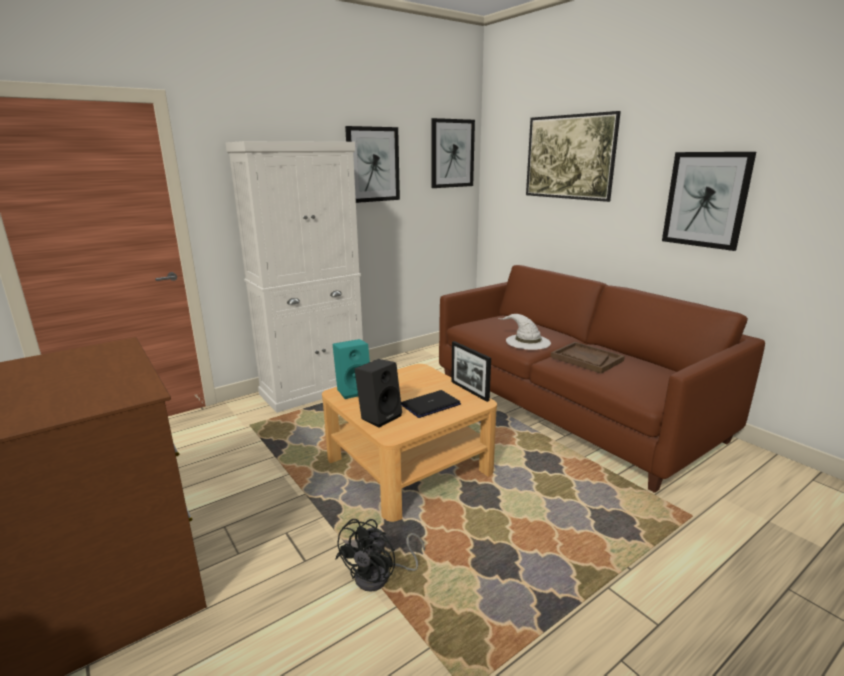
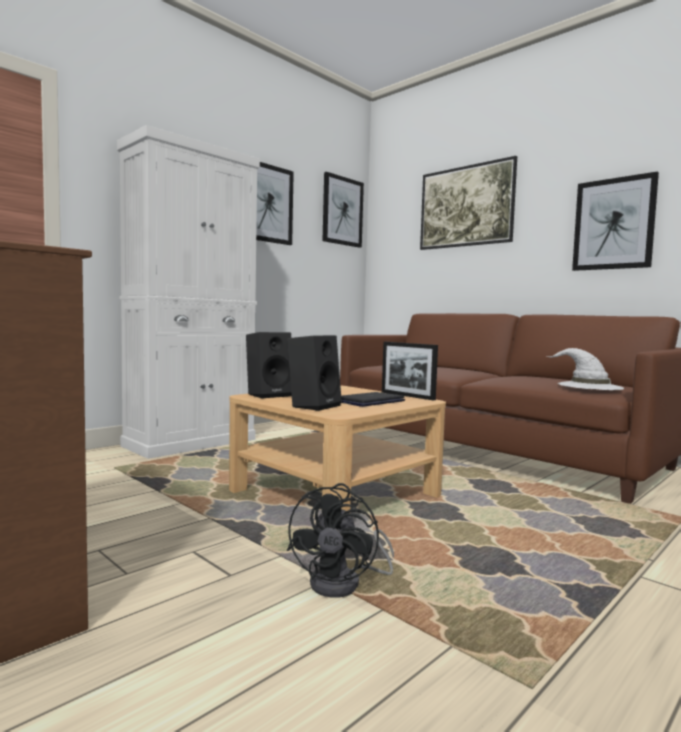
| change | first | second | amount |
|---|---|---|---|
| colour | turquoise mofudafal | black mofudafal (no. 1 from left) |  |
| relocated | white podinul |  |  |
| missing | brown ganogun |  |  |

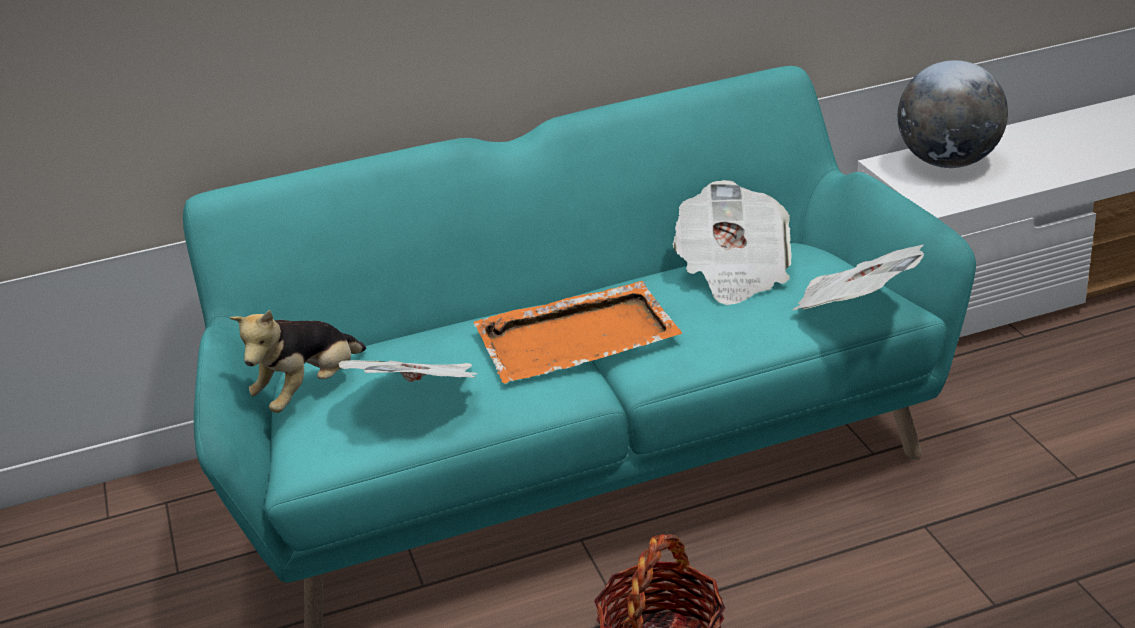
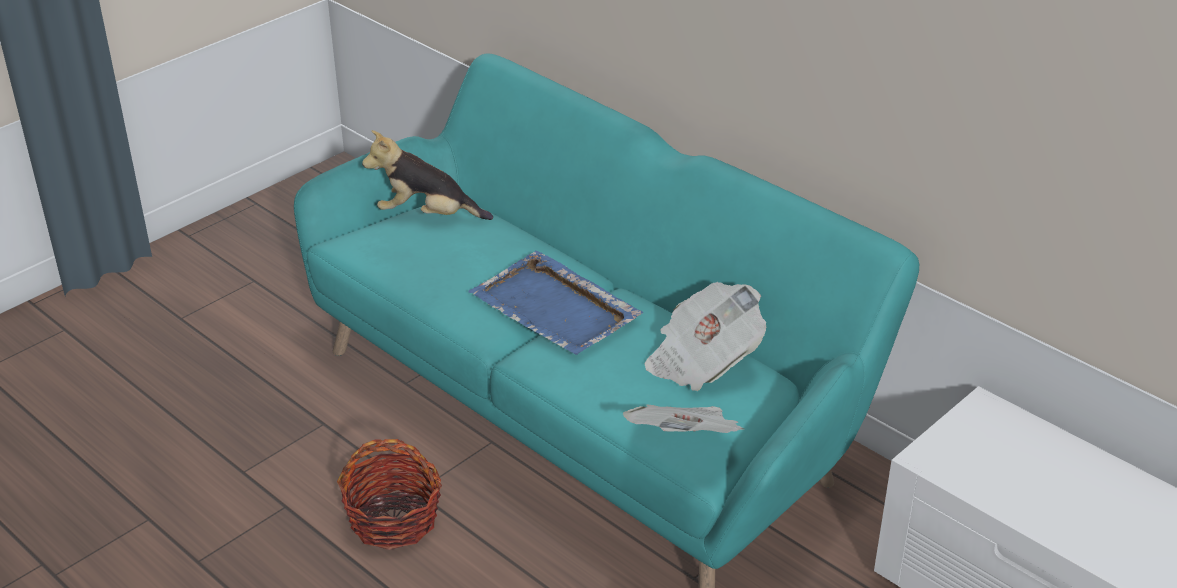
| change | first | second | amount |
|---|---|---|---|
| missing | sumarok (no. 1 from left) |  |  |
| colour | orange ganogun | blue ganogun |  |
| missing | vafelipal |  |  |

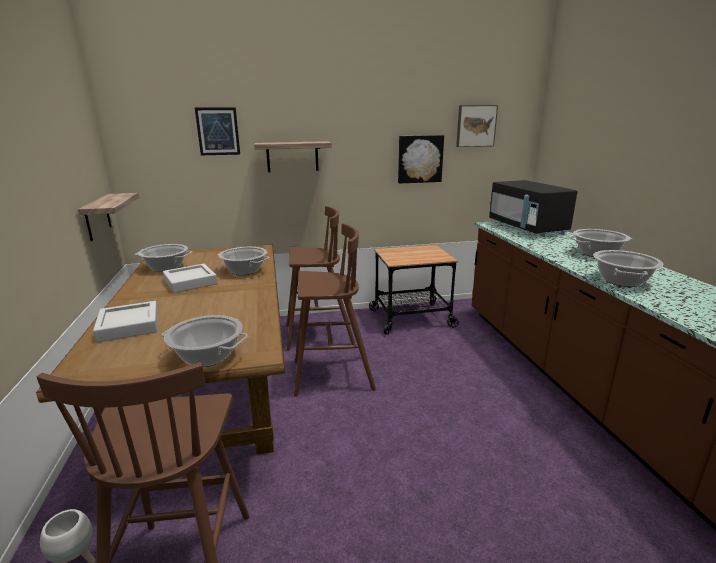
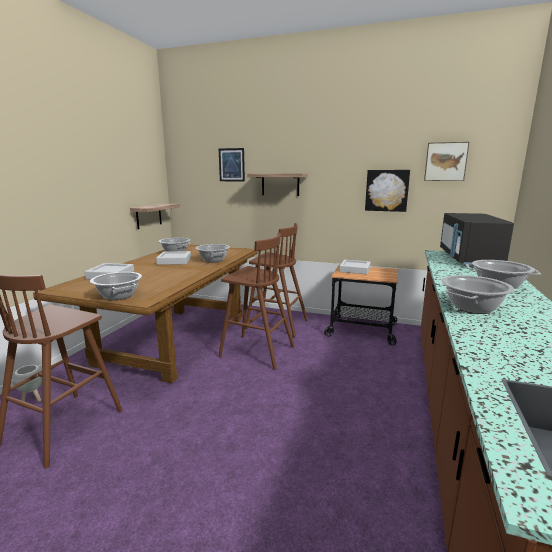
| change | first | second | amount |
|---|---|---|---|
| appeared |  | grey ganogun (no. 3 from left) |  |

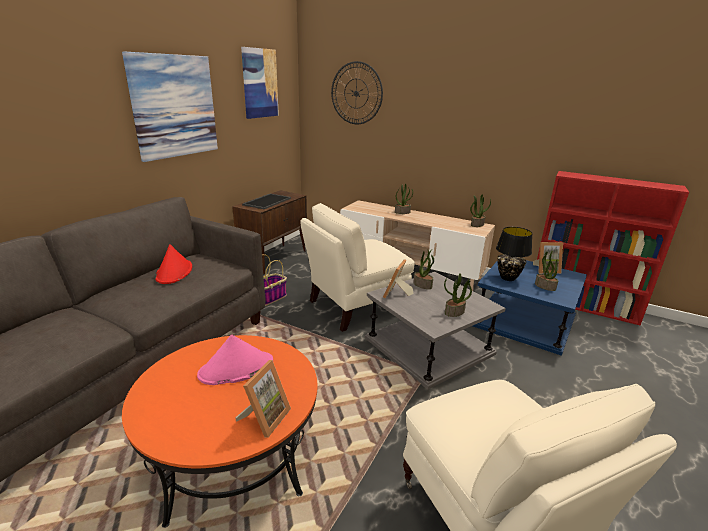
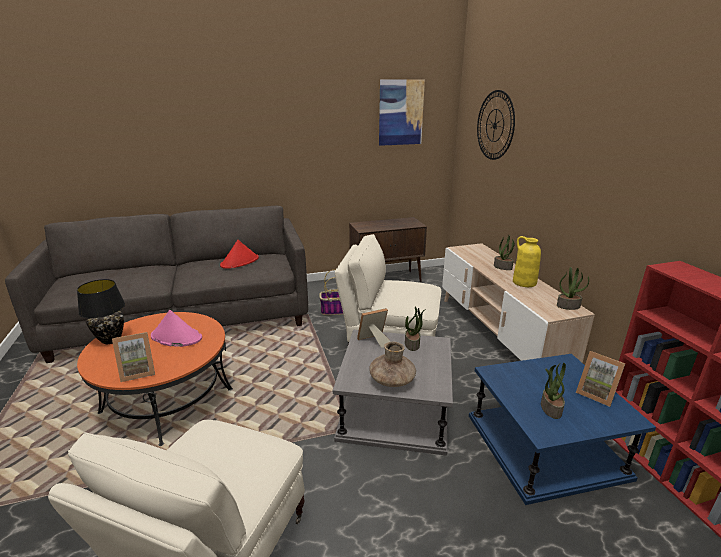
| change | first | second | amount |
|---|---|---|---|
| missing | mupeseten (no. 1 from left) |  |  |
| missing | ganogun |  |  |
| exchanged | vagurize (no. 3 from left) | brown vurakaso |  |
| relocated | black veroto |  |  |
| appeared |  | yellow vurakaso |  |

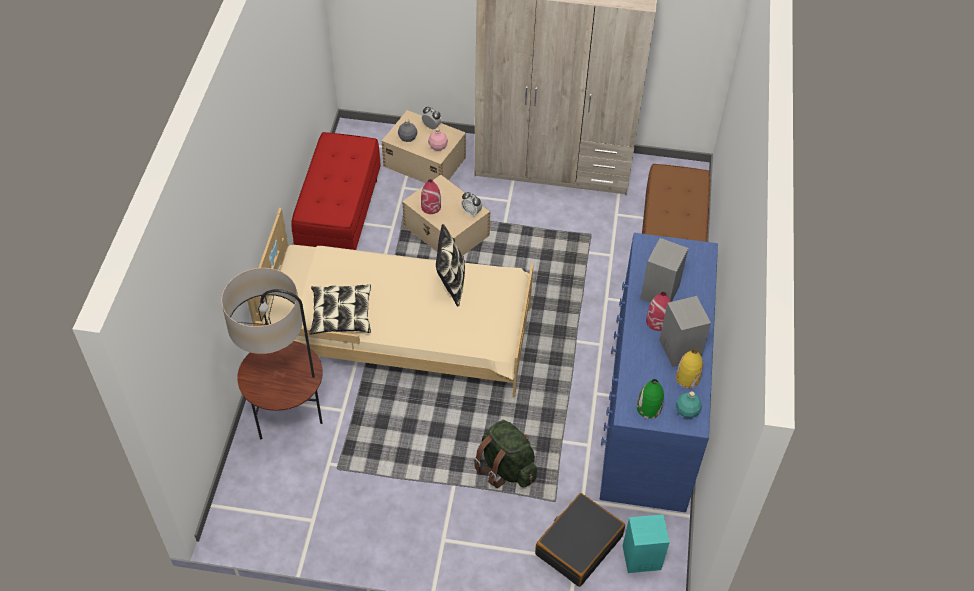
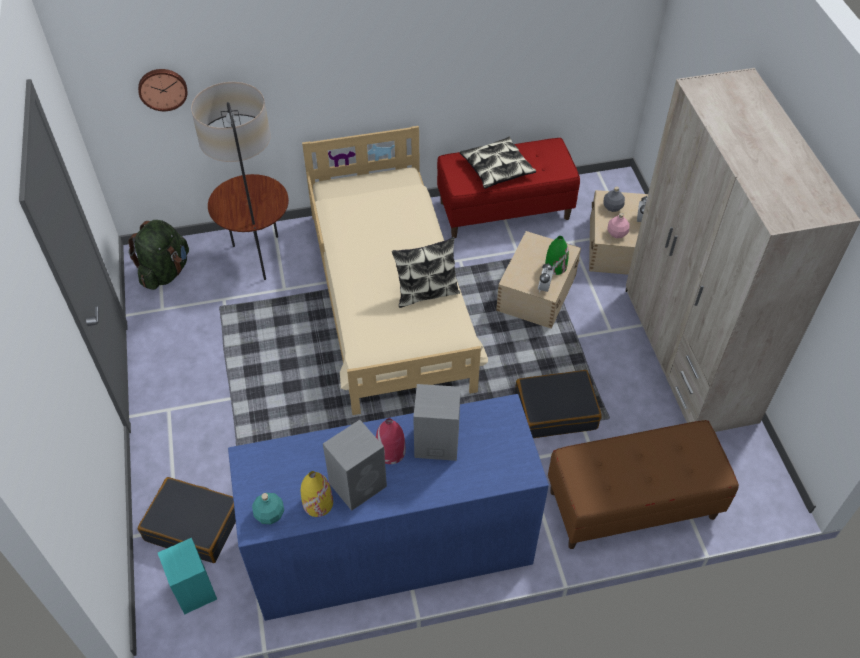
| change | first | second | amount |
|---|---|---|---|
| relocated | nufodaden (no. 1 from left in the first image) | nufodaden (no. 2 from left) |  |
| missing | red vurakaso (no. 1 from left) |  |  |
| relocated | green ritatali |  |  |
| relocated | green vurakaso |  |  |
| appeared |  | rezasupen |  |
| appeared |  | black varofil (no. 2 from left) |  |

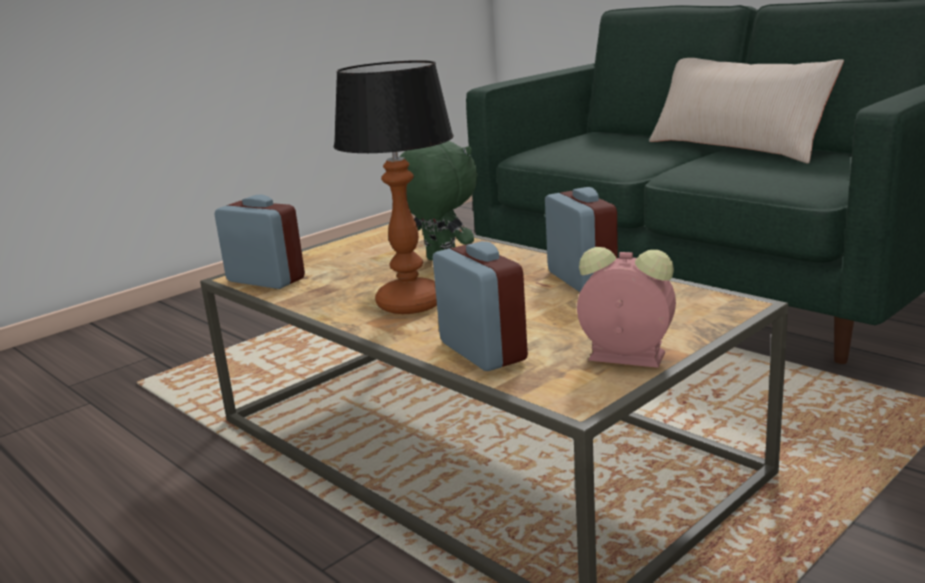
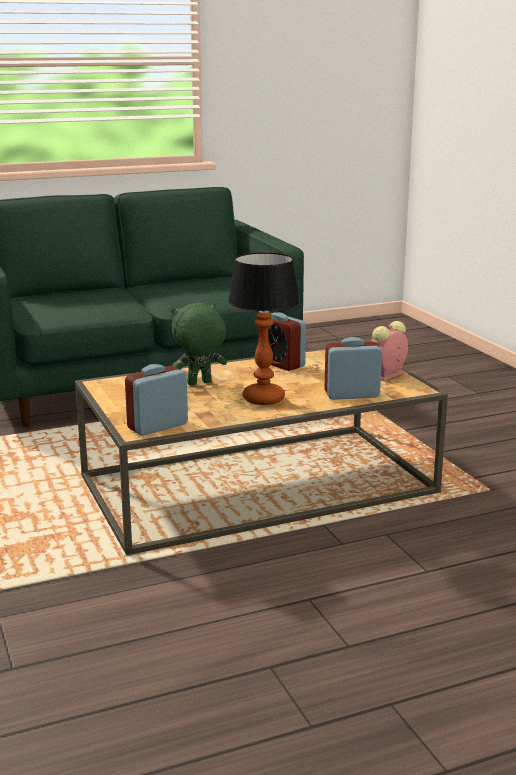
| change | first | second | amount |
|---|---|---|---|
| spun | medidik (no. 3 from left in the first image) | medidik (no. 2 from left) | 135 degrees counterclockwise |
| missing | beige nufodaden |  |  |

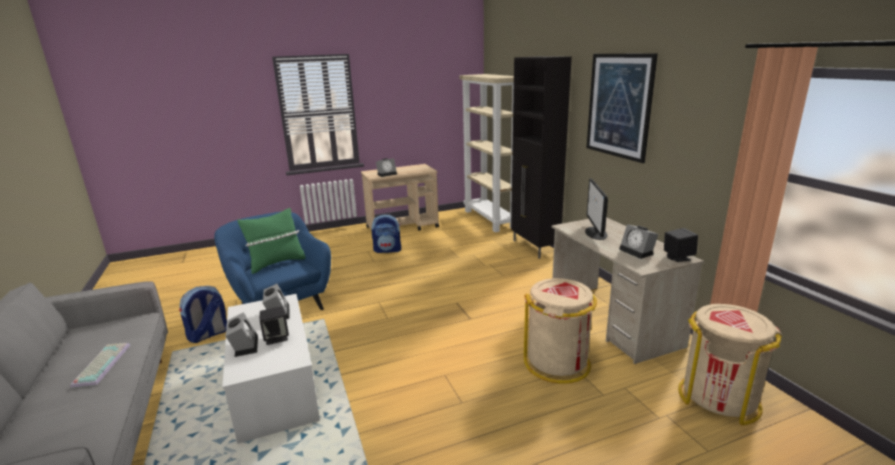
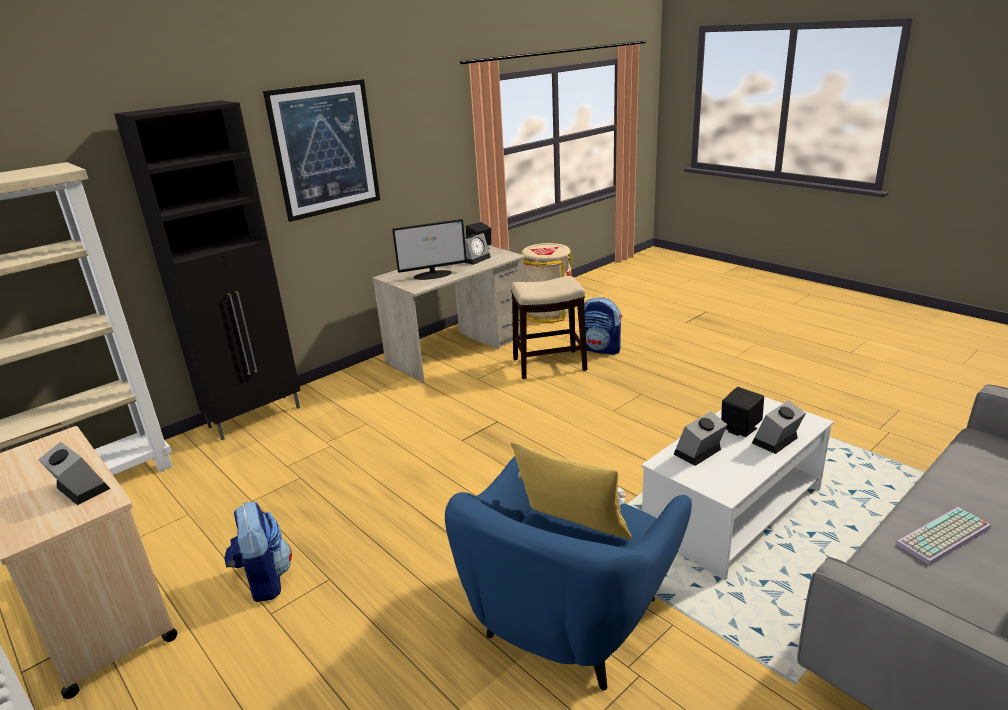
| change | first | second | amount |
|---|---|---|---|
| relocated | ritatali (no. 1 from left in the first image) | ritatali (no. 2 from left) |  |
| colour | green nufodaden | yellow nufodaden |  |
| exchanged | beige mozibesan (no. 1 from left) | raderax |  |

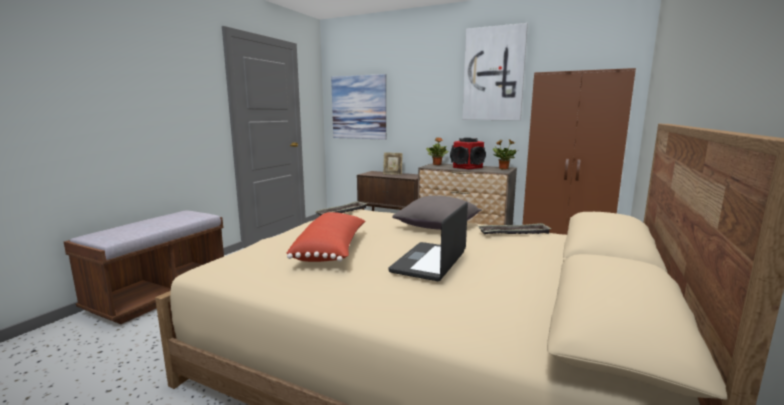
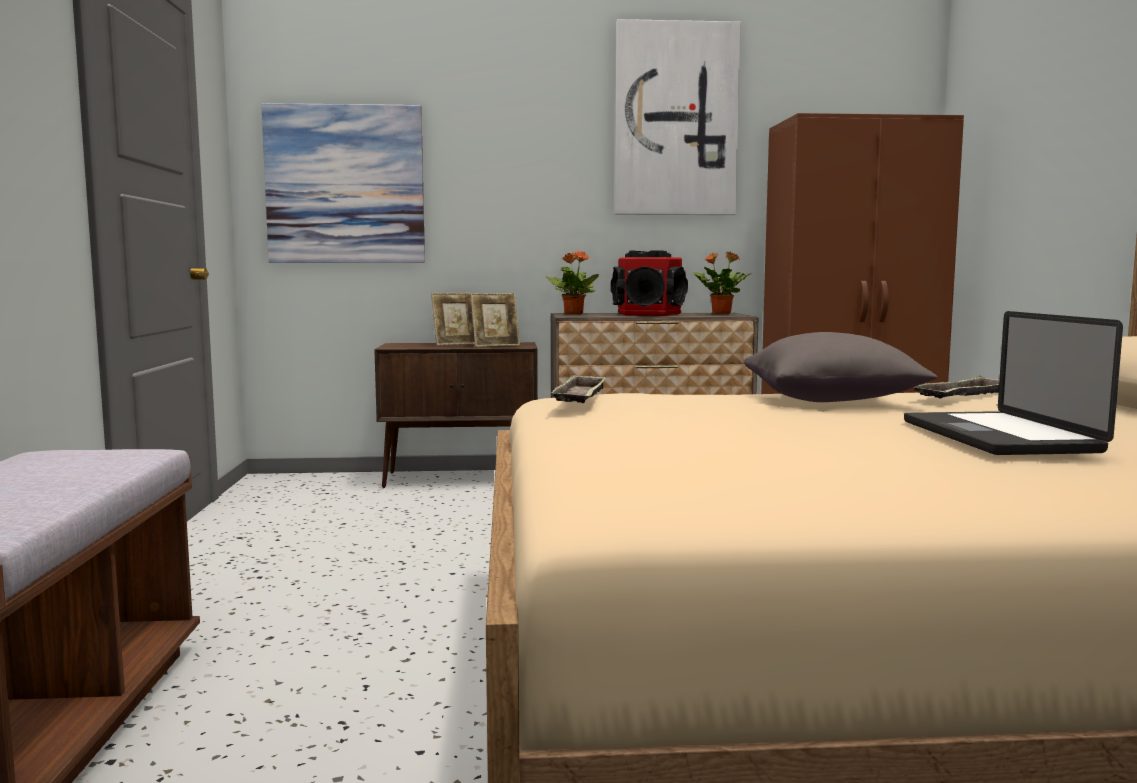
| change | first | second | amount |
|---|---|---|---|
| missing | red nufodaden |  |  |
| appeared |  | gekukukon (no. 2 from left) |  |

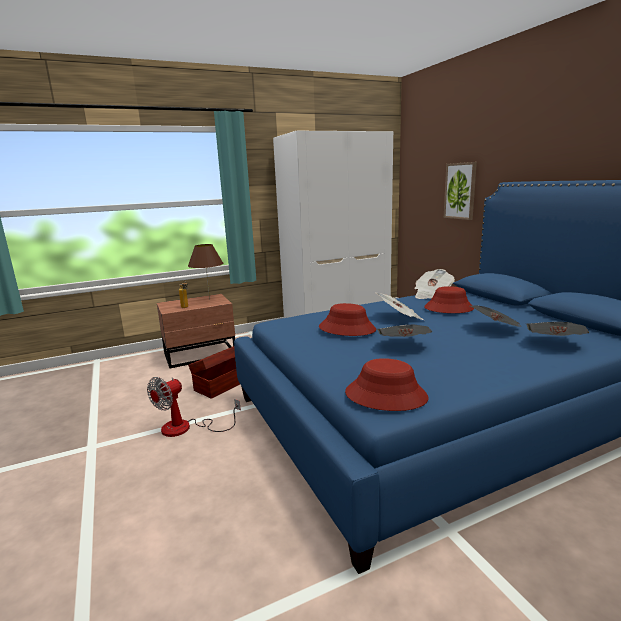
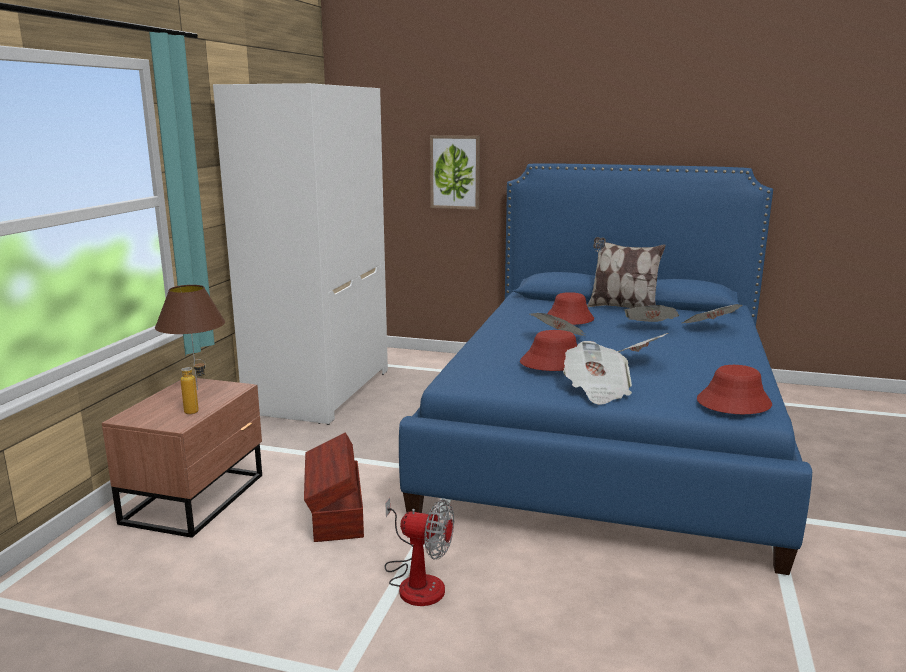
| change | first | second | amount |
|---|---|---|---|
| spun | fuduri |  | 60 degrees counterclockwise |
| relocated | sumarok (no. 3 from left in the first image) | sumarok (no. 2 from left) |  |
| appeared |  | nufodaden |  |

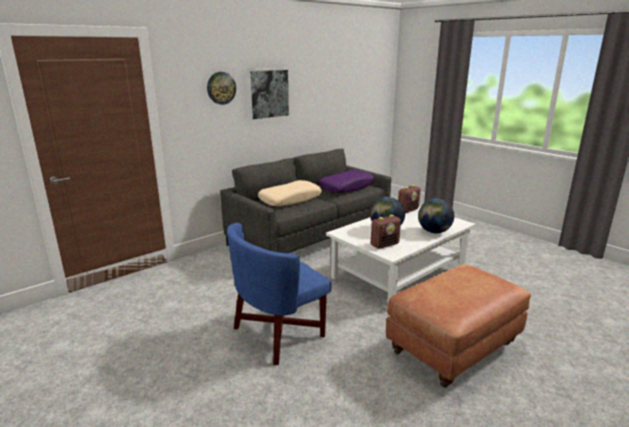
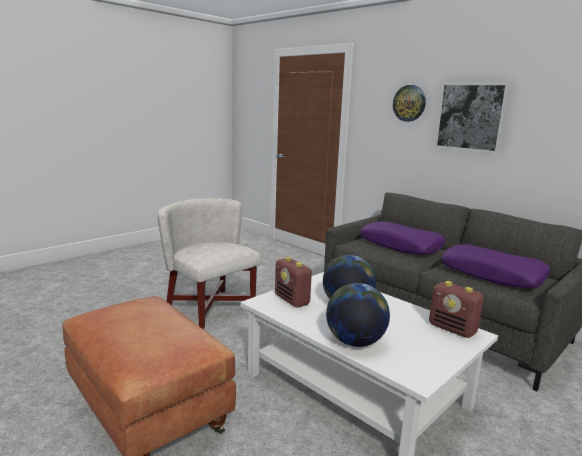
| change | first | second | amount |
|---|---|---|---|
| colour | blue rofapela | white rofapela |  |
| colour | beige nufodaden | purple nufodaden (no. 1 from left) |  |

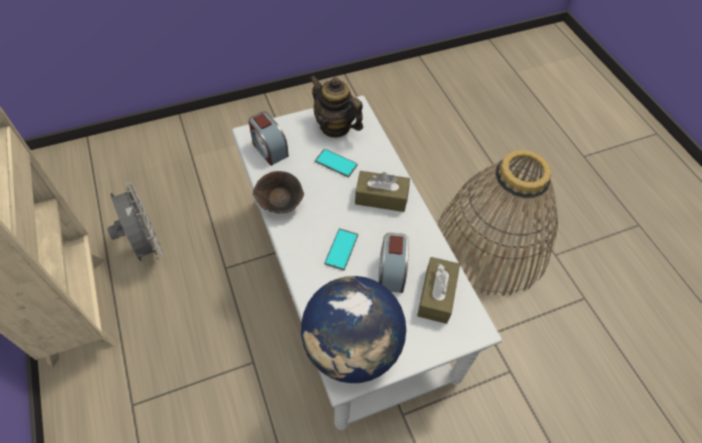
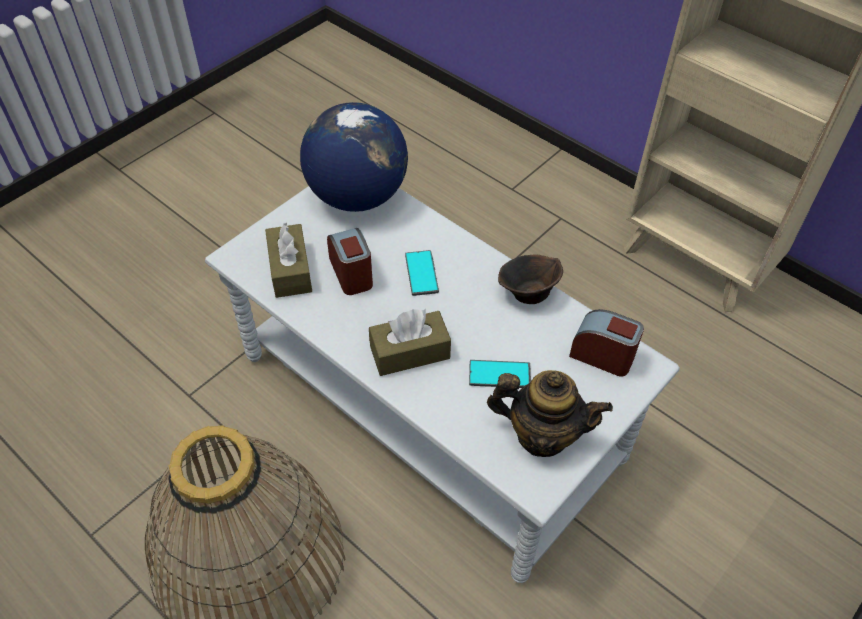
| change | first | second | amount |
|---|---|---|---|
| missing | grey fuduri |  |  |

